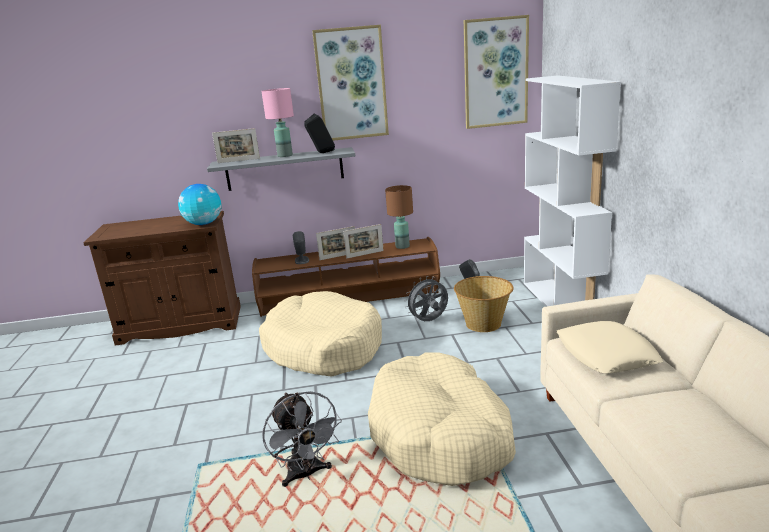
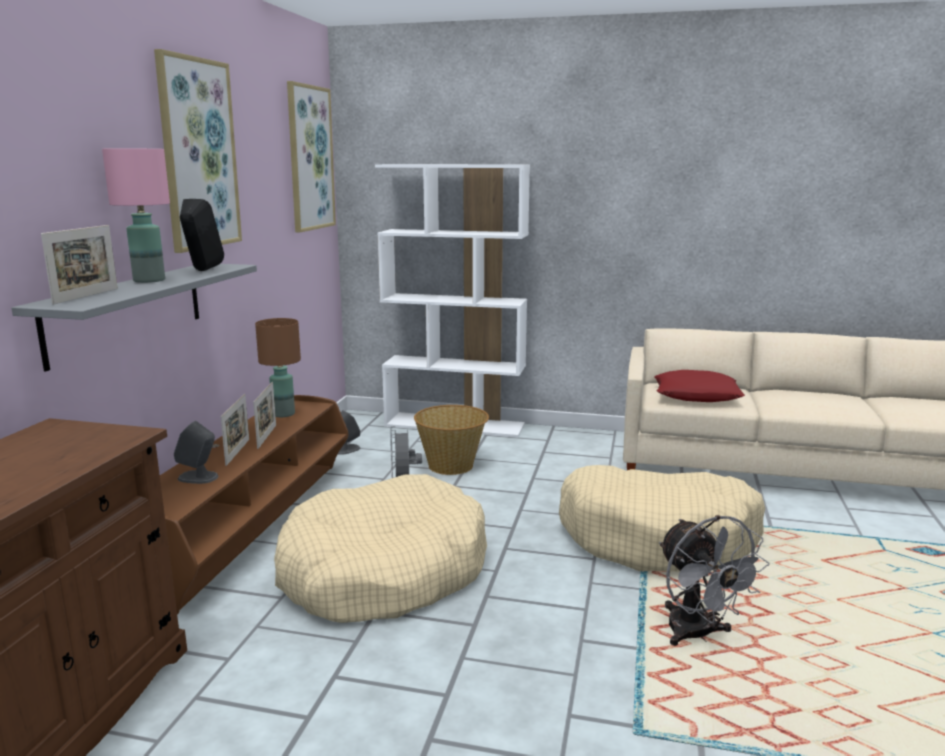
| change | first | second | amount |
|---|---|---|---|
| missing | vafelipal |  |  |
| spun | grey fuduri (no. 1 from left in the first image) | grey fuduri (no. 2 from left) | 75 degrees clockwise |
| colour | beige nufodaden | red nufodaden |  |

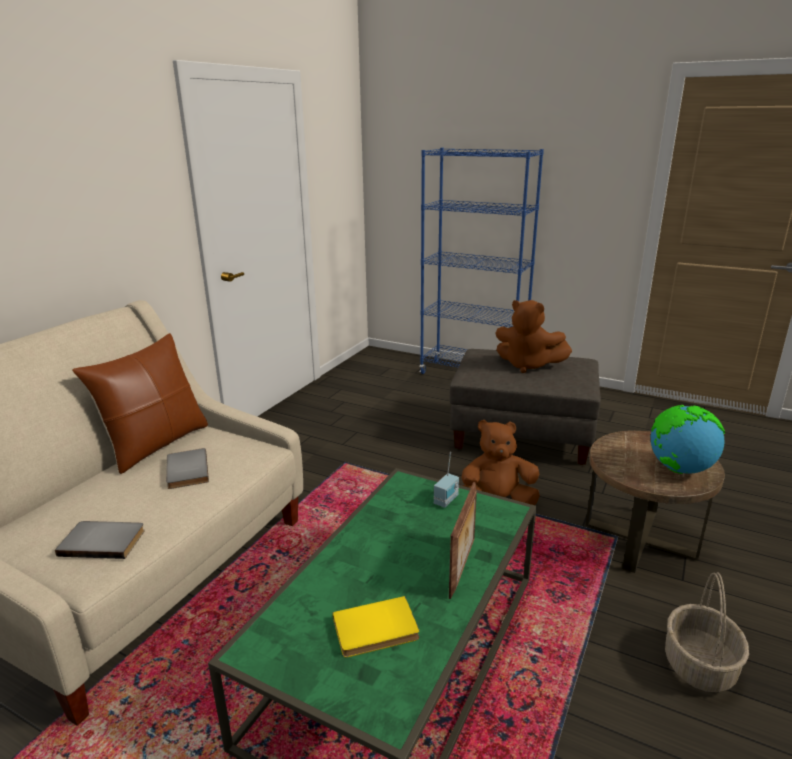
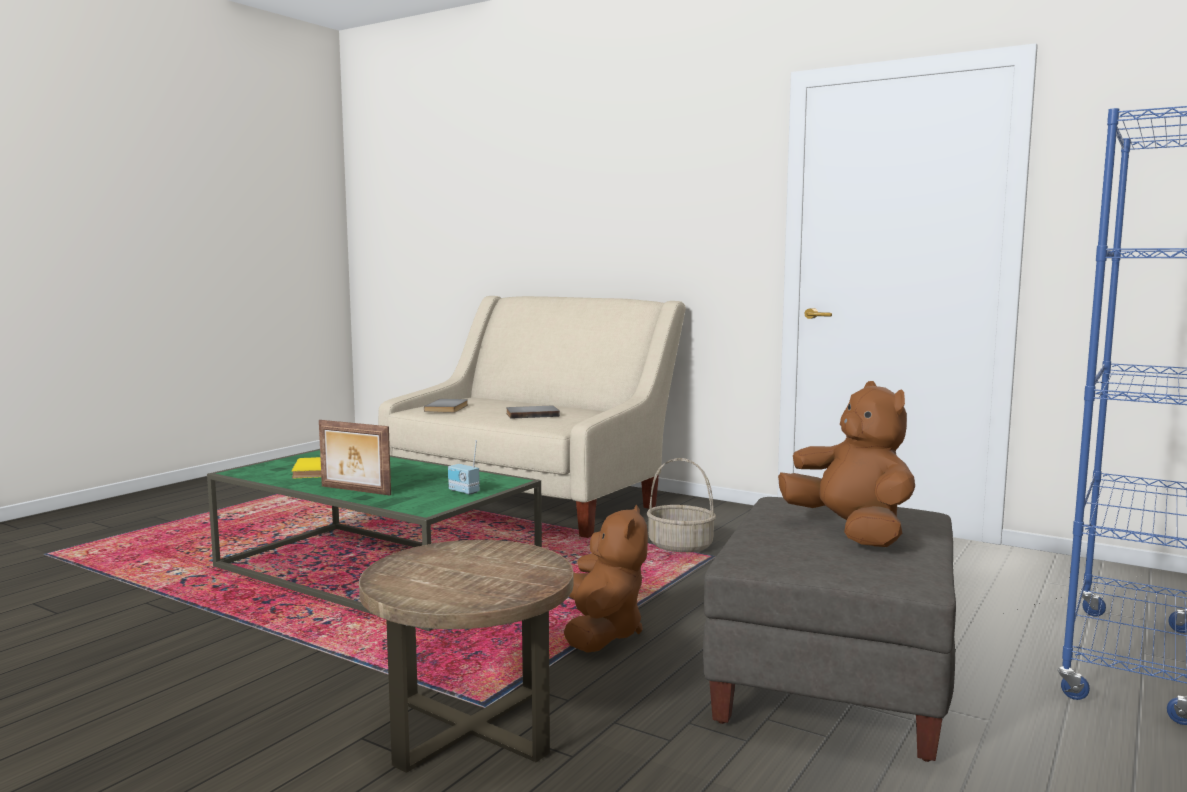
| change | first | second | amount |
|---|---|---|---|
| missing | brown nufodaden |  |  |
| spun | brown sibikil (no. 2 from left) |  | 120 degrees clockwise |
| missing | vafelipal |  |  |
| relocated | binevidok |  |  |

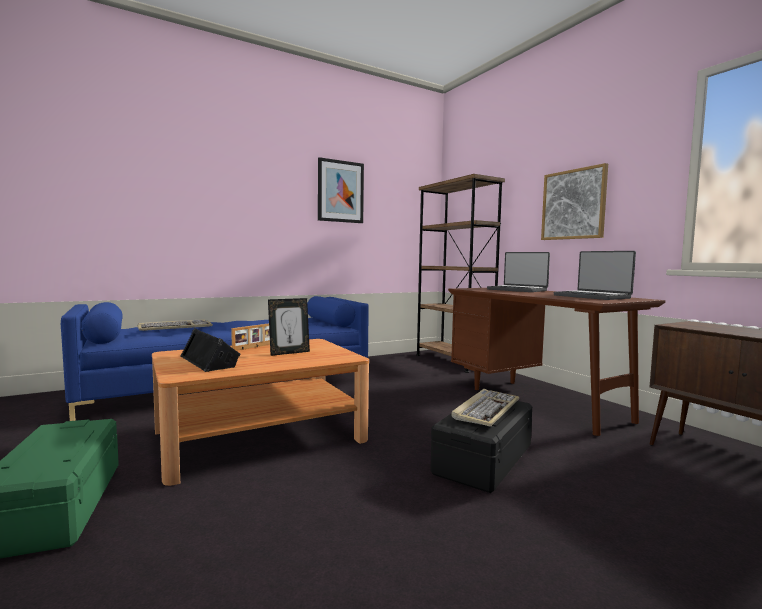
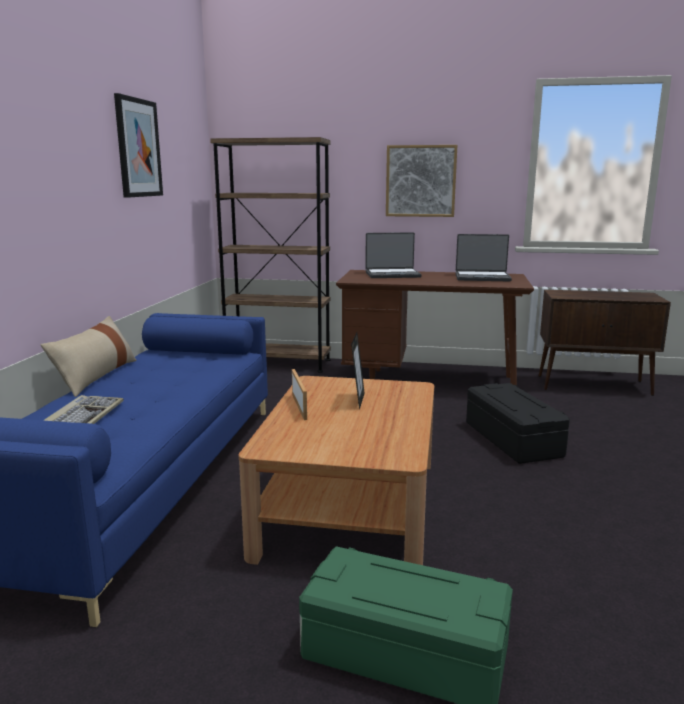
| change | first | second | amount |
|---|---|---|---|
| missing | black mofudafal |  |  |
| missing | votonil (no. 2 from left) |  |  |
| appeared |  | beige nufodaden |  |

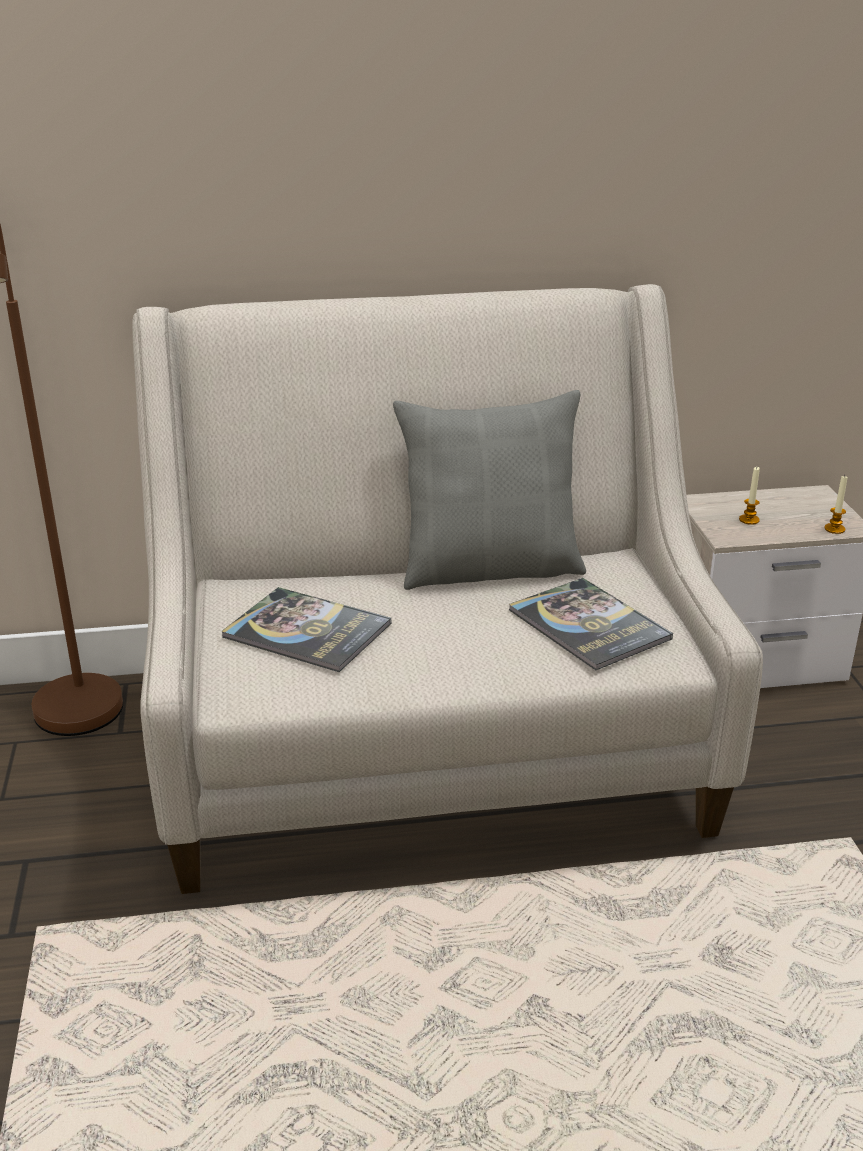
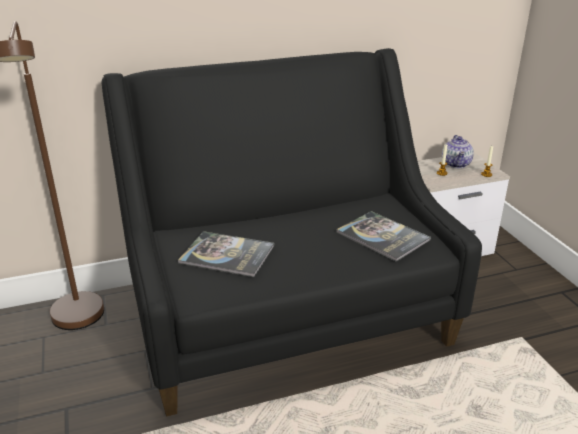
| change | first | second | amount |
|---|---|---|---|
| colour | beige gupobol | black gupobol |  |
| missing | grey nufodaden |  |  |
| appeared |  | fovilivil |  |

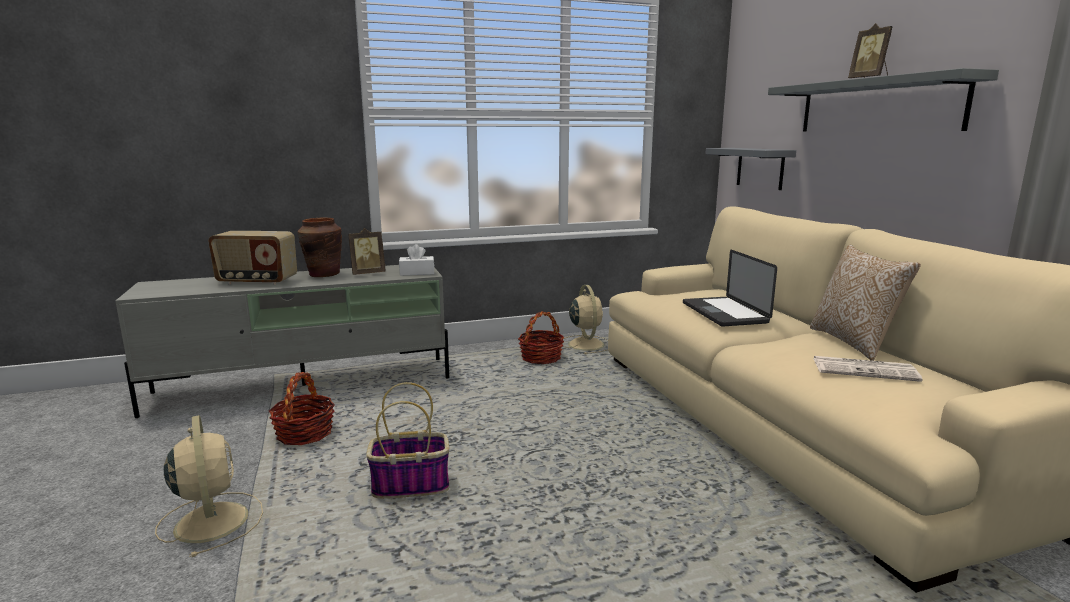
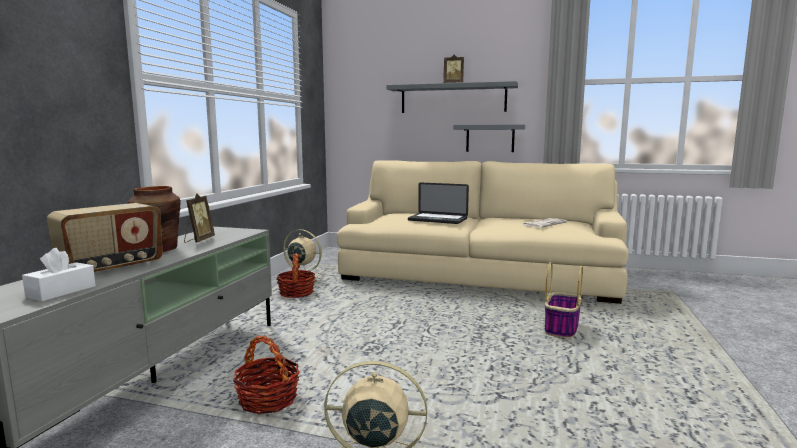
| change | first | second | amount |
|---|---|---|---|
| relocated | binevidok (no. 2 from left in the first image) | binevidok (no. 3 from left) |  |
| relocated | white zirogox |  |  |
| relocated | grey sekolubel (no. 1 from left in the first image) | grey sekolubel (no. 2 from left) |  |
| missing | nufodaden |  |  |

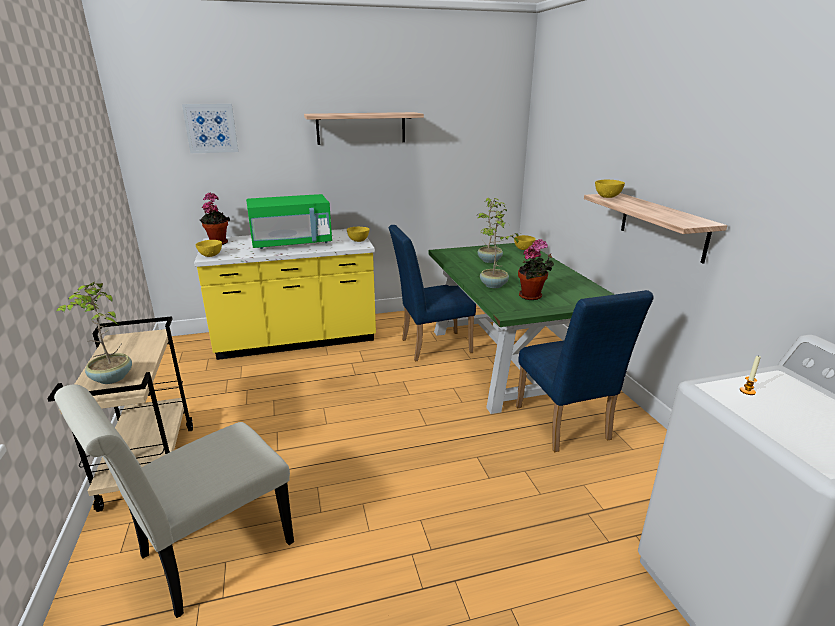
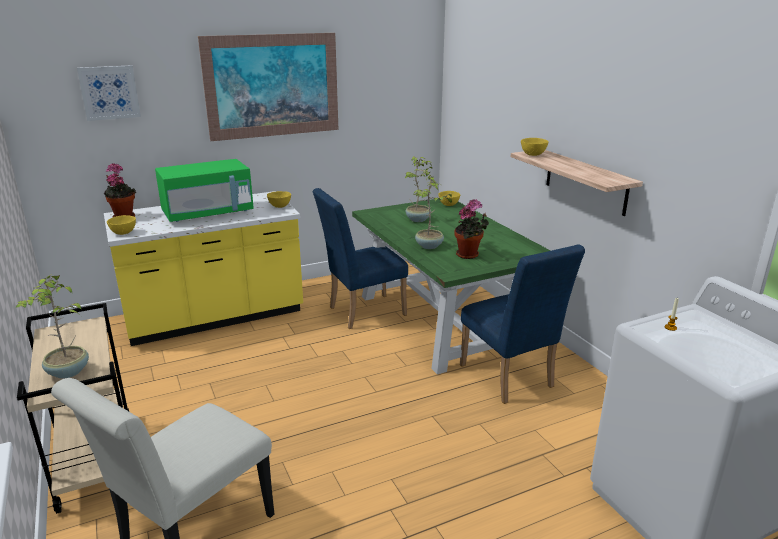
| change | first | second | amount |
|---|---|---|---|
| exchanged | sekolubel (no. 1 from left) | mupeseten (no. 2 from left) |  |

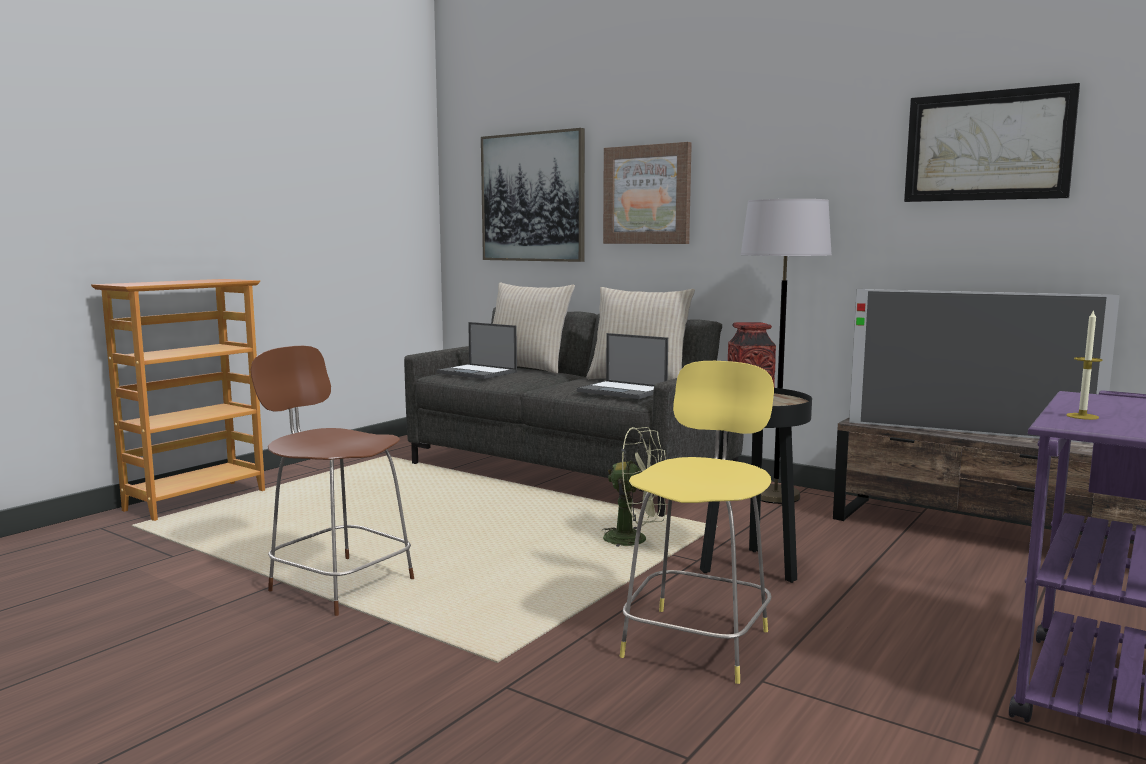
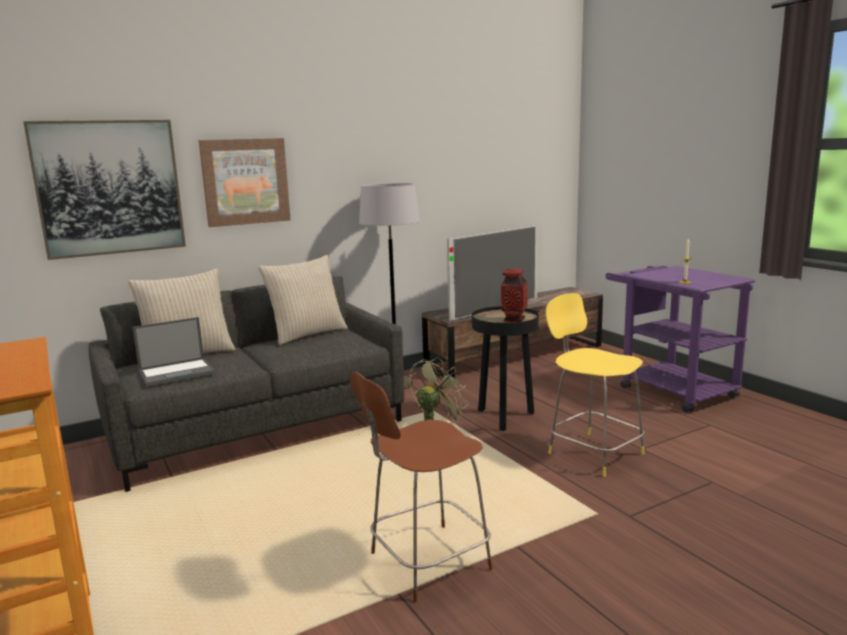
| change | first | second | amount |
|---|---|---|---|
| missing | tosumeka (no. 2 from left) |  |  |
| missing | mupeseten (no. 3 from left) |  |  |

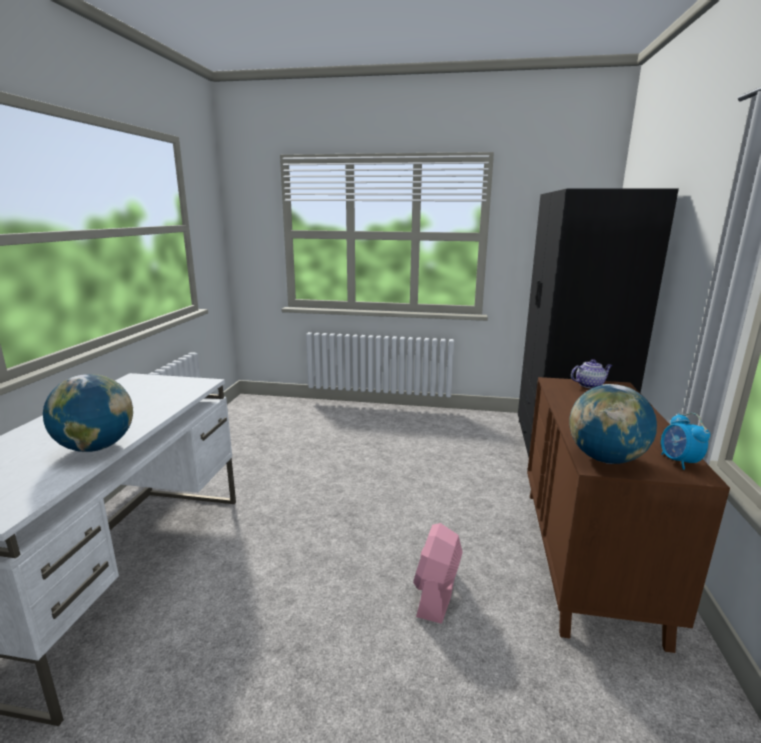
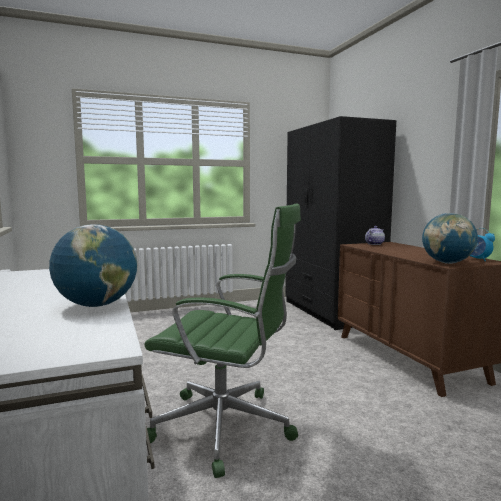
| change | first | second | amount |
|---|---|---|---|
| missing | pink fuduri |  |  |
| appeared |  | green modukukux |  |

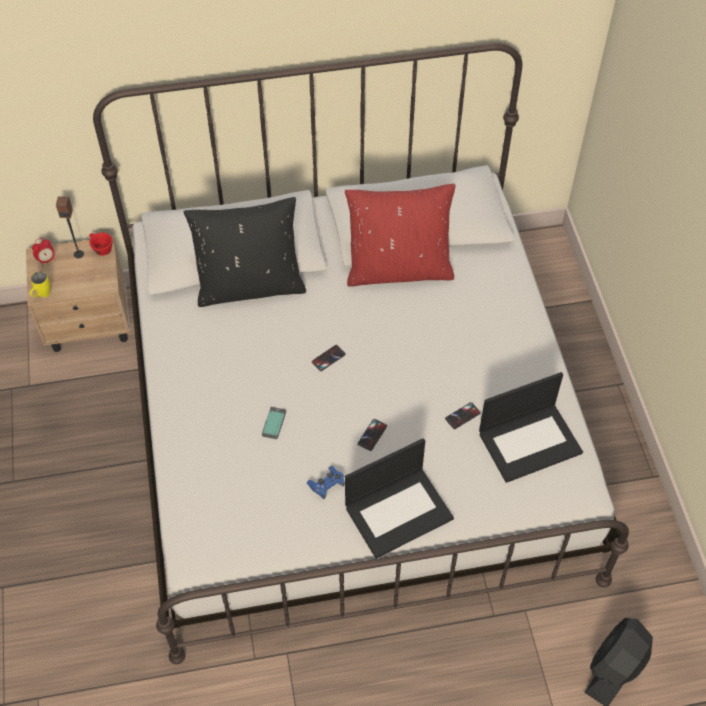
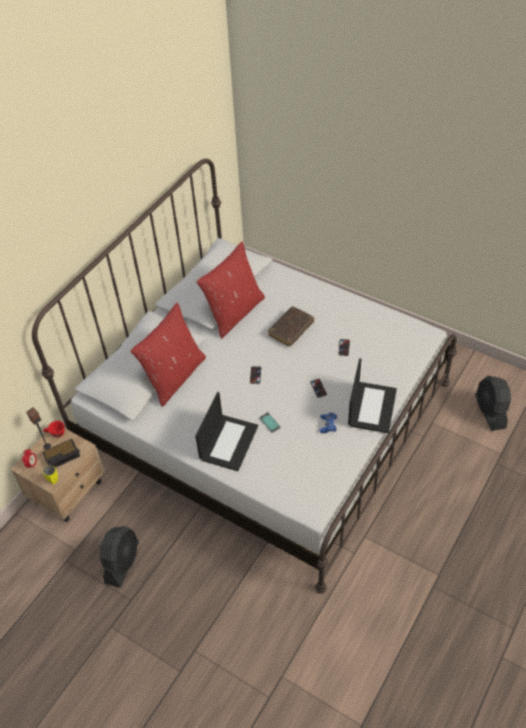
| change | first | second | amount |
|---|---|---|---|
| colour | black nufodaden | red nufodaden (no. 1 from left) |  |
| relocated | tosumeka (no. 2 from left in the first image) | tosumeka (no. 1 from left) |  |
| appeared |  | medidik (no. 2 from left) |  |
| appeared |  | black fuduri (no. 1 from left) |  |
| appeared |  | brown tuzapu |  |

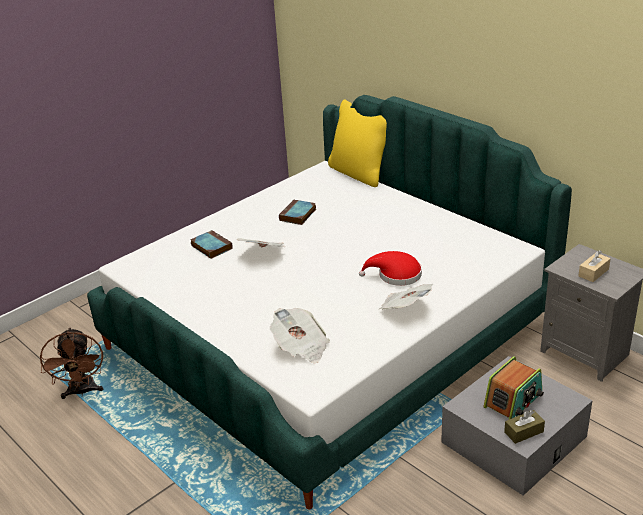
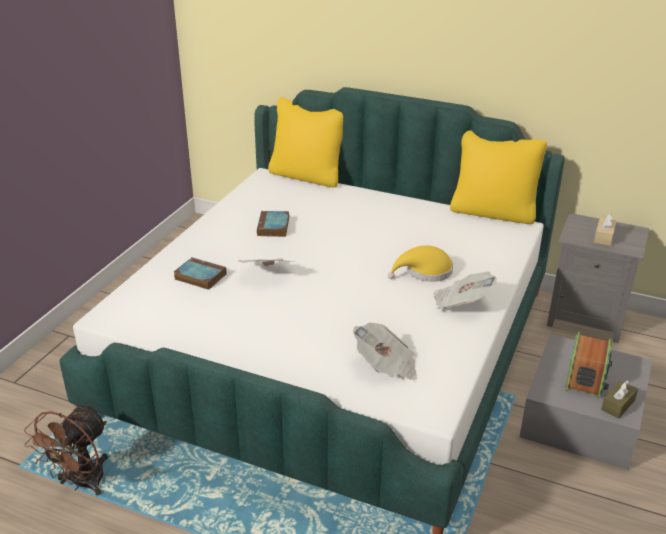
| change | first | second | amount |
|---|---|---|---|
| spun | brown fuduri |  | 60 degrees clockwise |
| colour | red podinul | yellow podinul |  |
| appeared |  | yellow nufodaden (no. 2 from left) |  |

